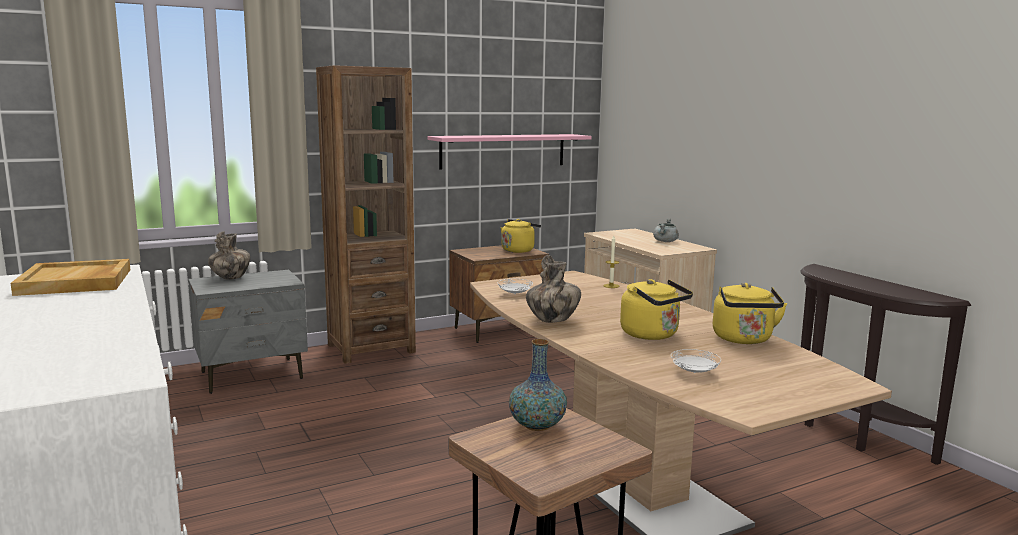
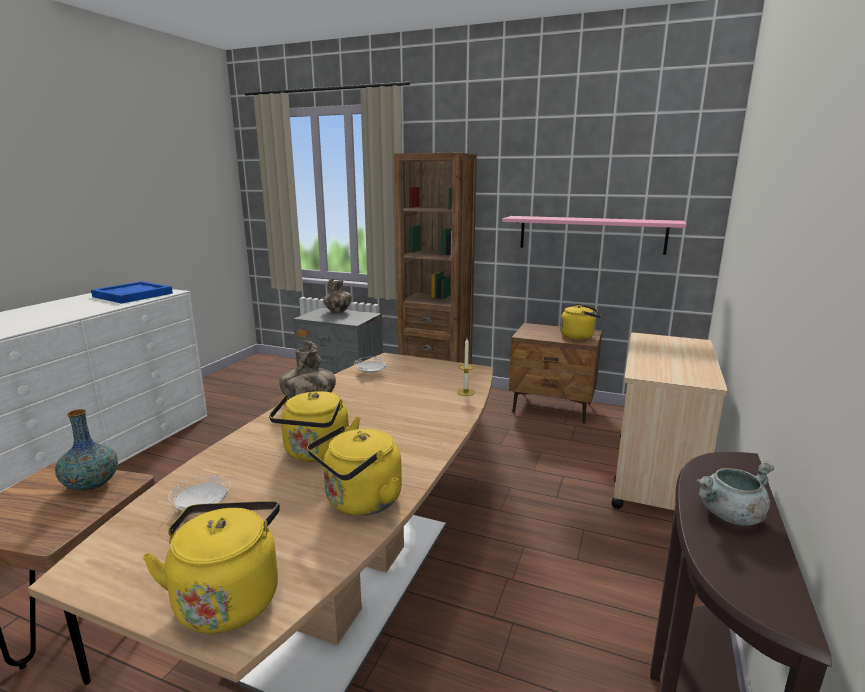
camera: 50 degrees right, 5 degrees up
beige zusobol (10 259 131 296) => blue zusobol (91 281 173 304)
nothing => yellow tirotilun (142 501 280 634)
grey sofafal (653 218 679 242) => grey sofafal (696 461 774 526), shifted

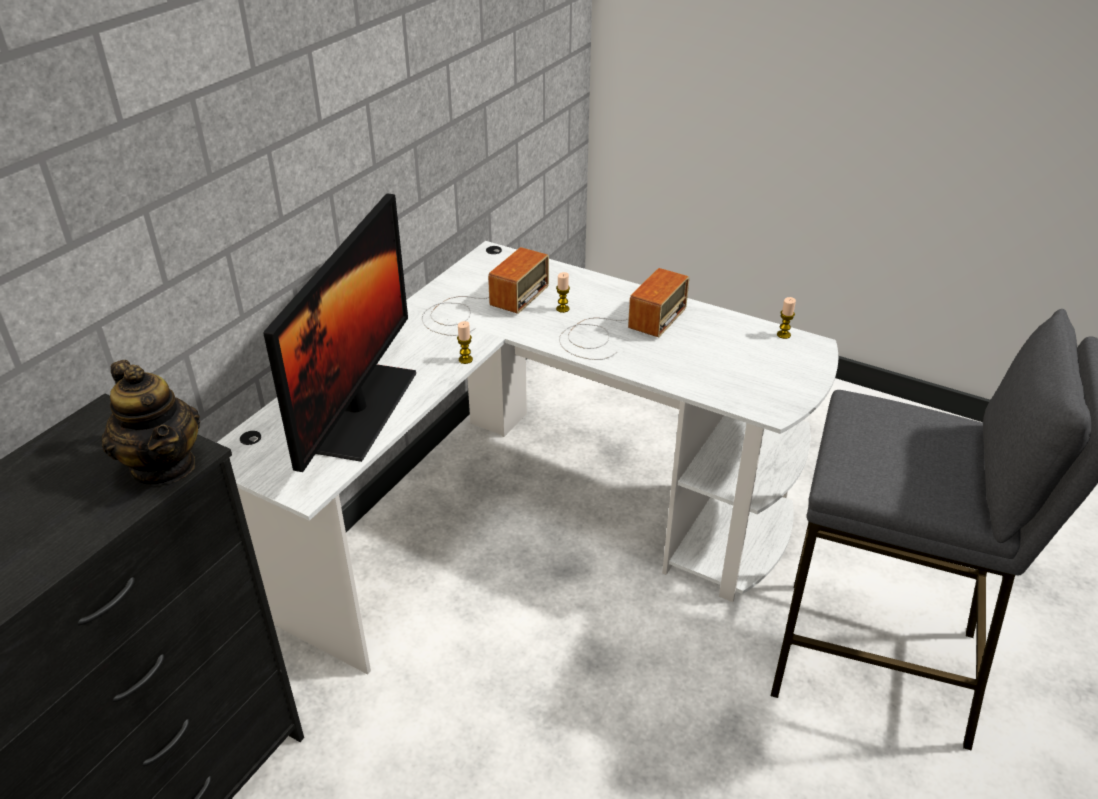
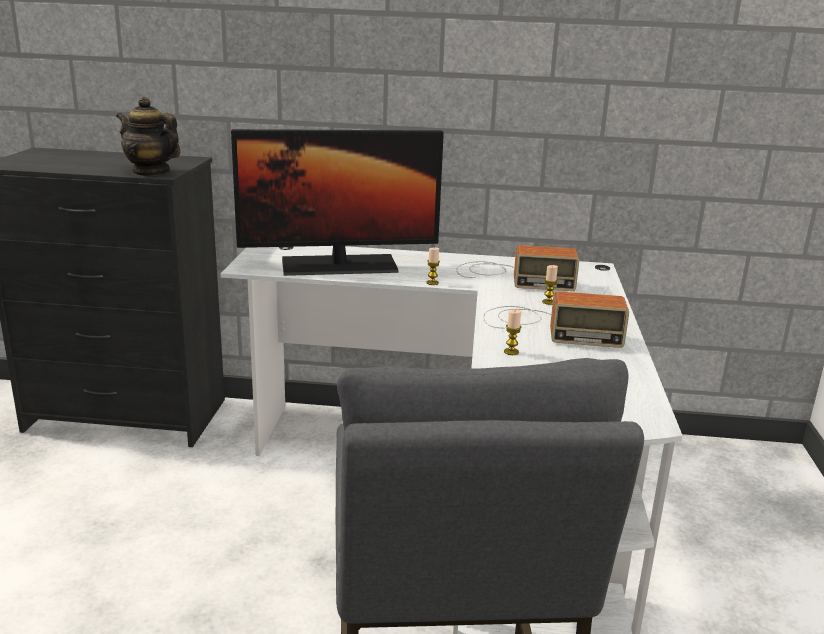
camera: 65 degrees right, 15 degrees down
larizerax (102 360 200 485) => larizerax (116 97 181 176), 90 degrees clockwise
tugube (777 297 796 339) => tugube (504 309 521 355), shifted

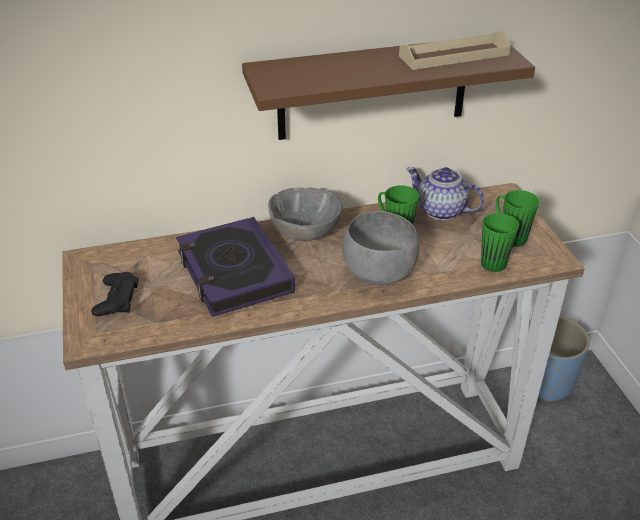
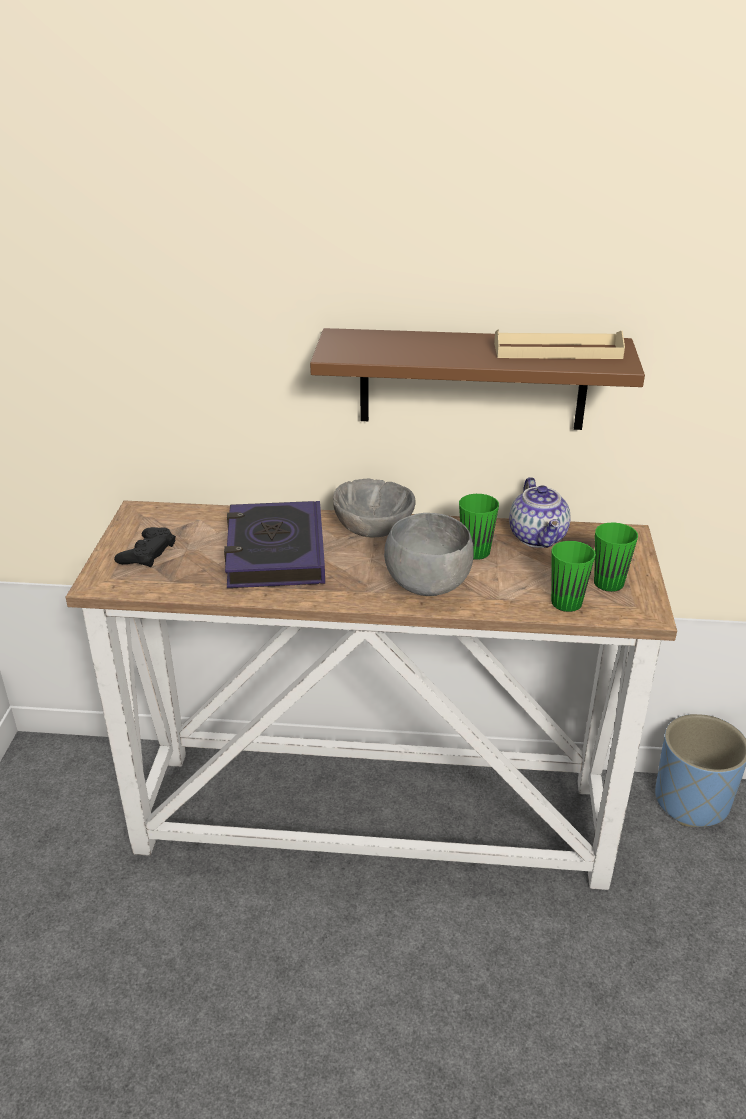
camera: 20 degrees right, 5 degrees down
larizerax (406 167 484 220) => larizerax (509 477 571 548), 150 degrees counterclockwise

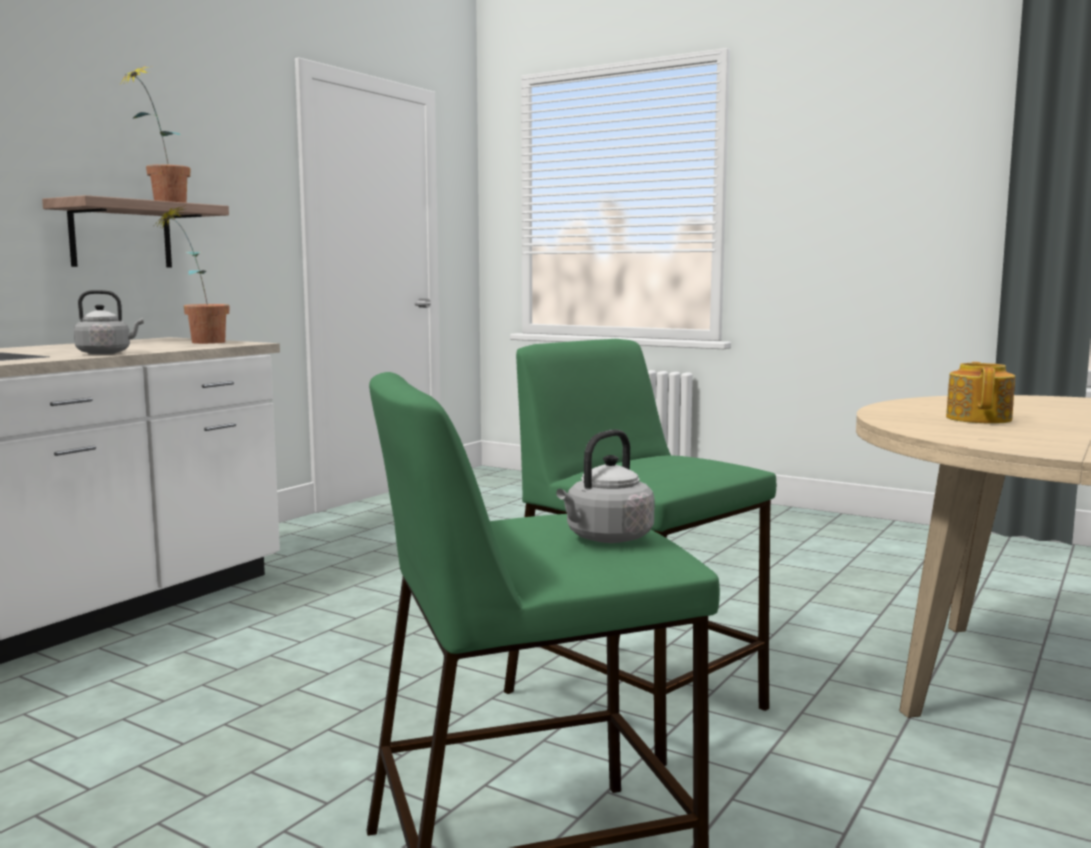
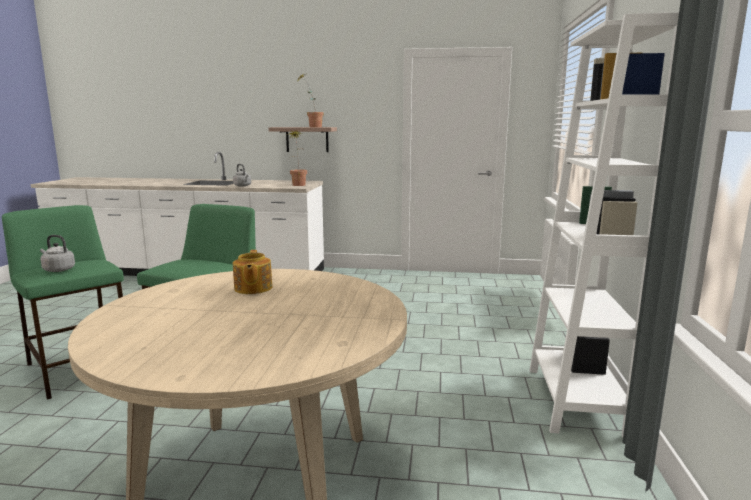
camera: 65 degrees right, 5 degrees up
larizerax (946 362 1015 424) => larizerax (233 250 272 294), 90 degrees clockwise
nothing => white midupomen (529 13 679 437)

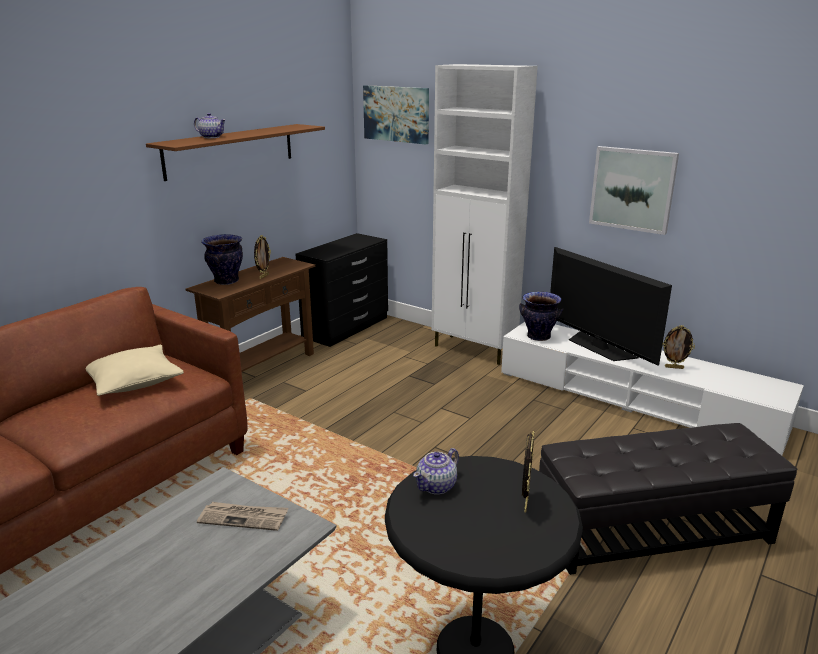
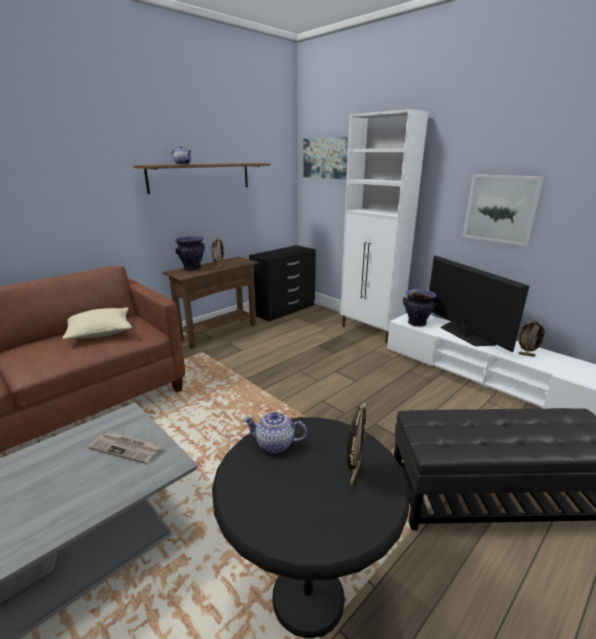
camera: 10 degrees right, 0 degrees up
larizerax (413 448 459 495) => larizerax (243 412 307 453), 45 degrees clockwise

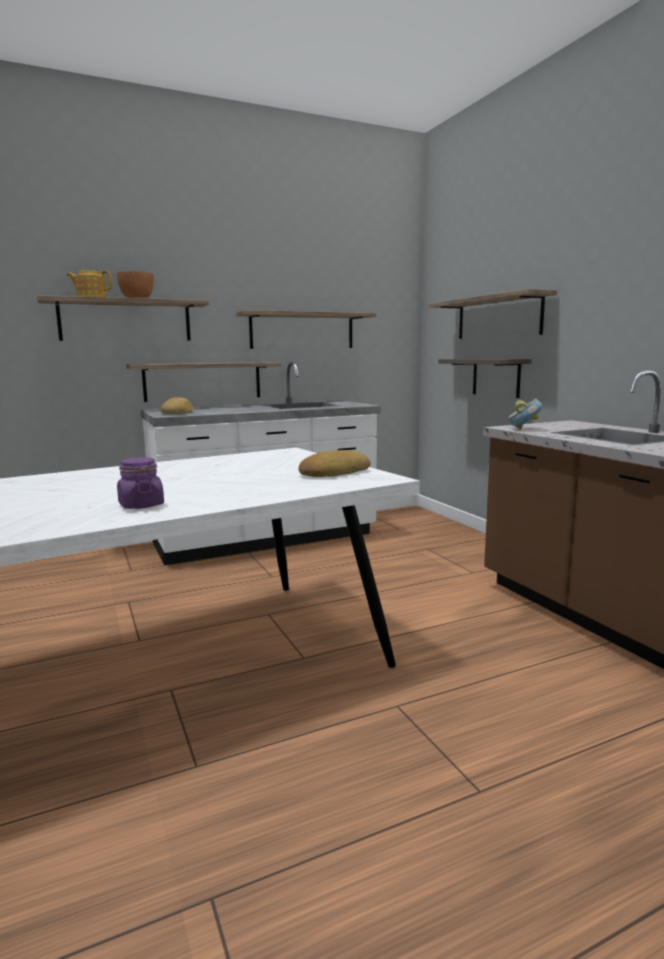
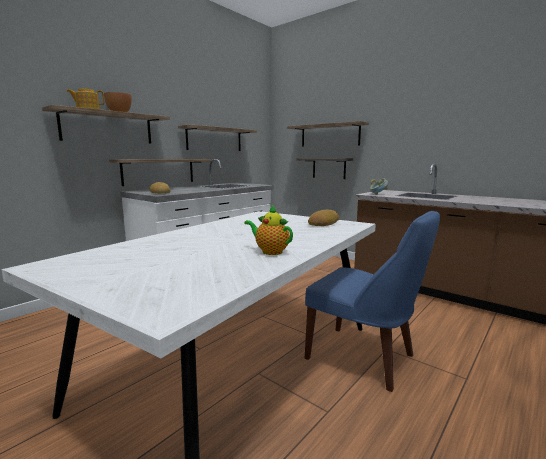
camera: 25 degrees left, 0 degrees up
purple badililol (117 457 164 509) => larizerax (244 206 293 255)
nothing => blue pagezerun (305 211 440 392)

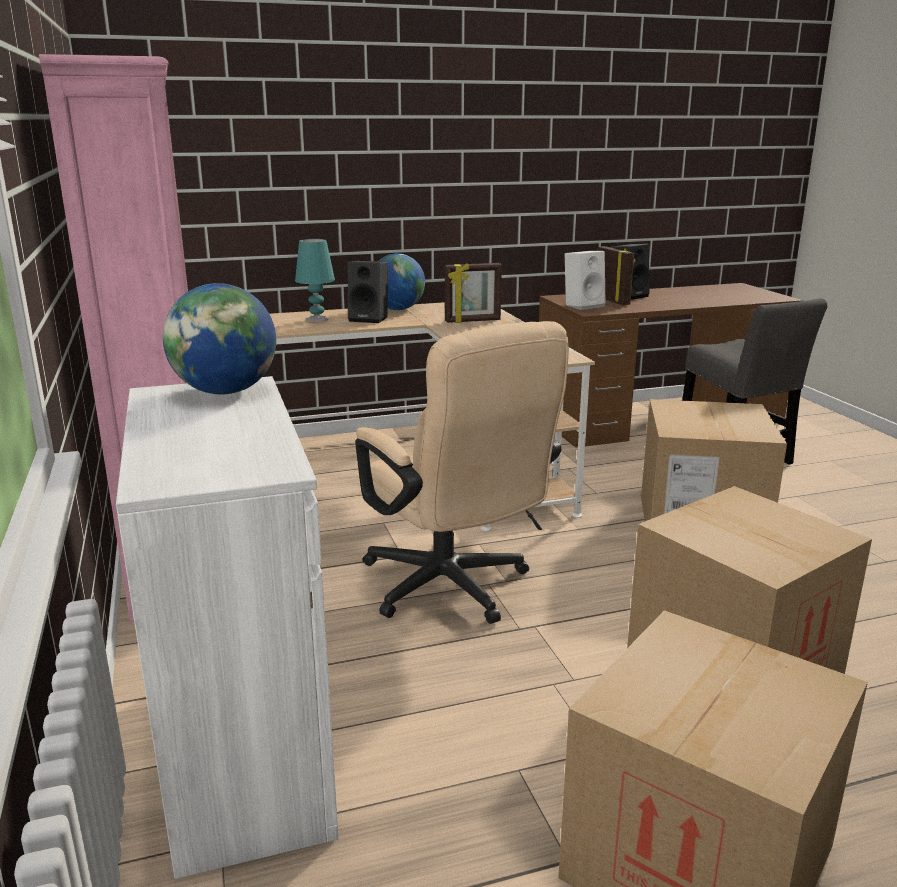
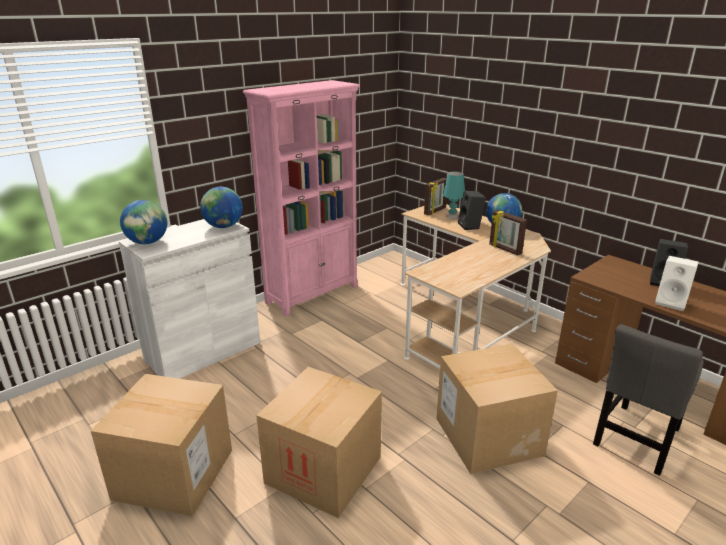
camera: 65 degrees right, 5 degrees up
nothing => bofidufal (120 200 167 244)
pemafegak (598 246 635 305) => pemafegak (424 178 447 215), shifted
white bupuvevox (565 251 605 310) => white bupuvevox (655 256 699 311), shifted
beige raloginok (355 321 569 624) => nothing

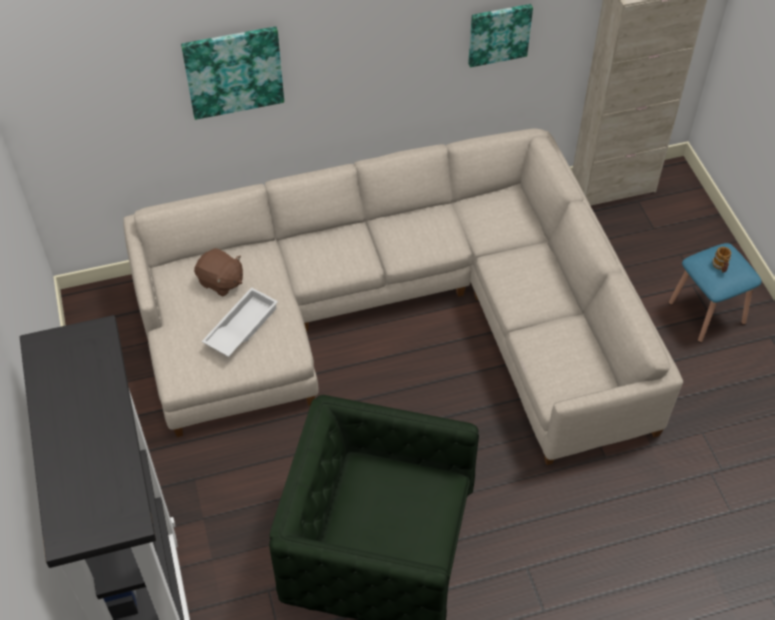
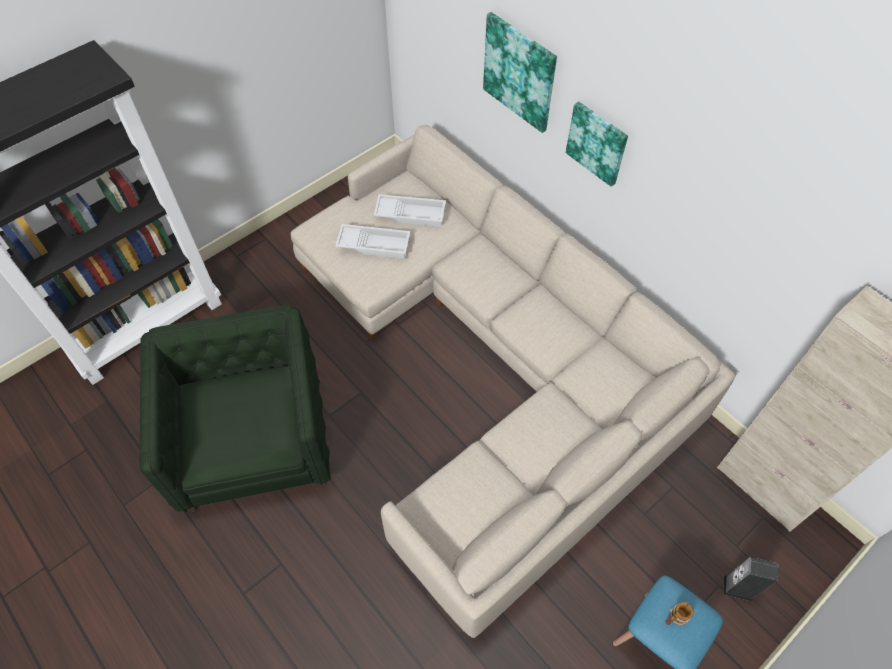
camera: 65 degrees right, 5 degrees up
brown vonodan (194 248 243 296) => white zusobol (374 194 446 227)
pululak (468 4 533 67) => pululak (566 101 628 187), shifted
nothing => bupuvevox (723 557 778 602)

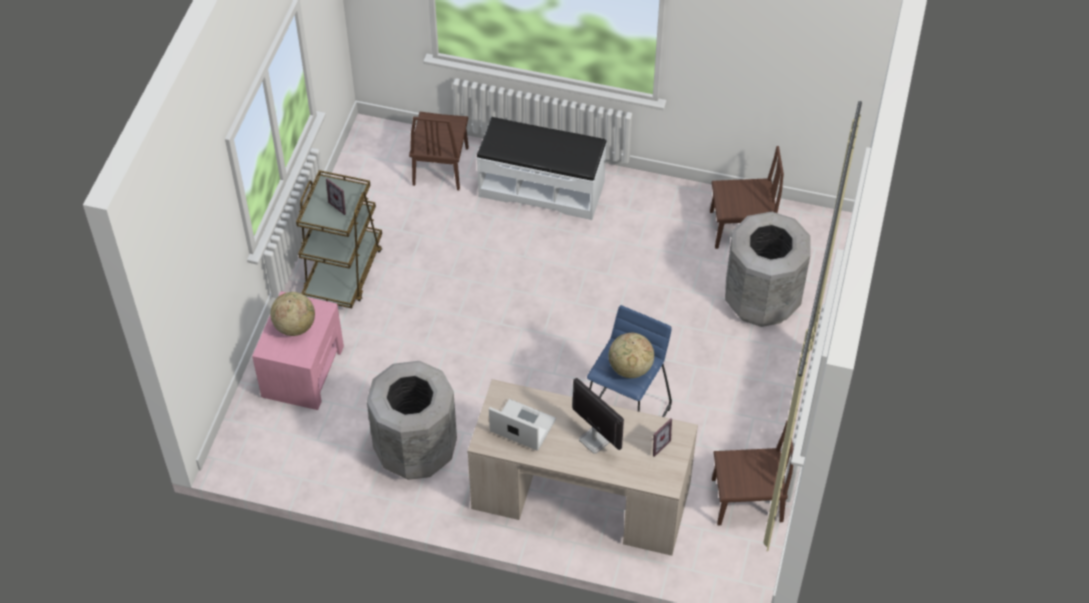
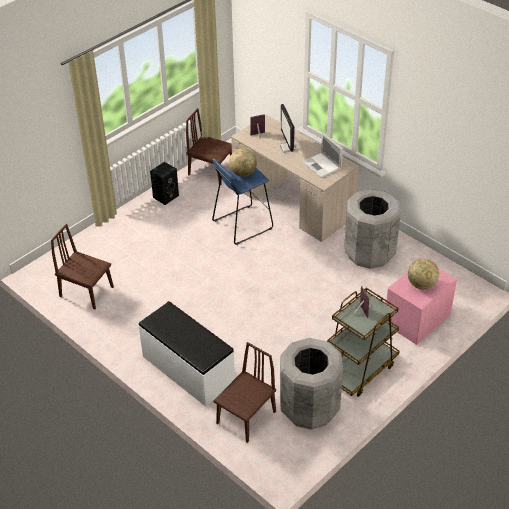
camera: 150 degrees left, 10 degrees down
nothing => black bupuvevox (150 162 179 205)
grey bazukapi (725 211 810 327) => grey bazukapi (280 338 343 430), shifted

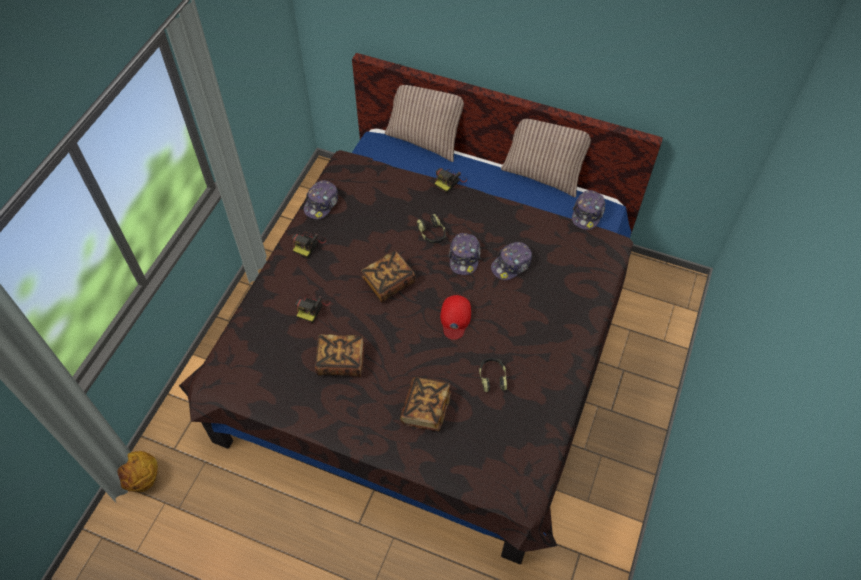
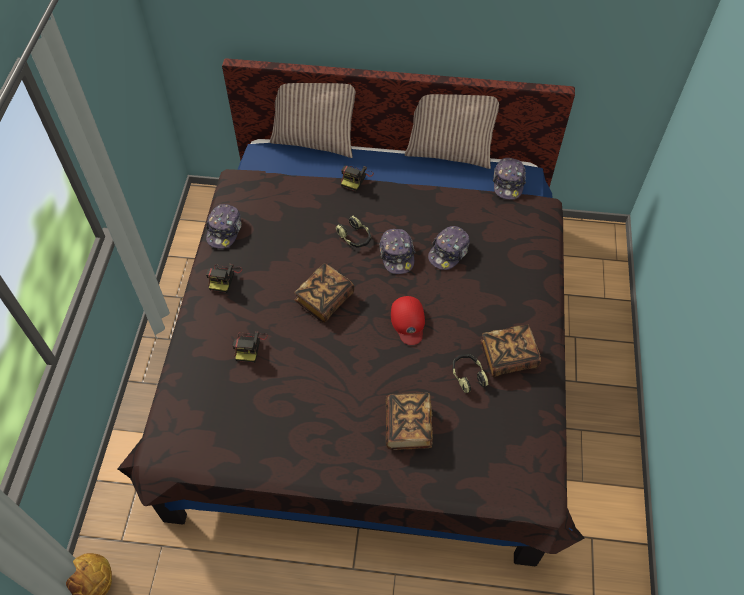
camera: 15 degrees left, 0 degrees up
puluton (315 334 365 377) => puluton (481 325 541 377), shifted

